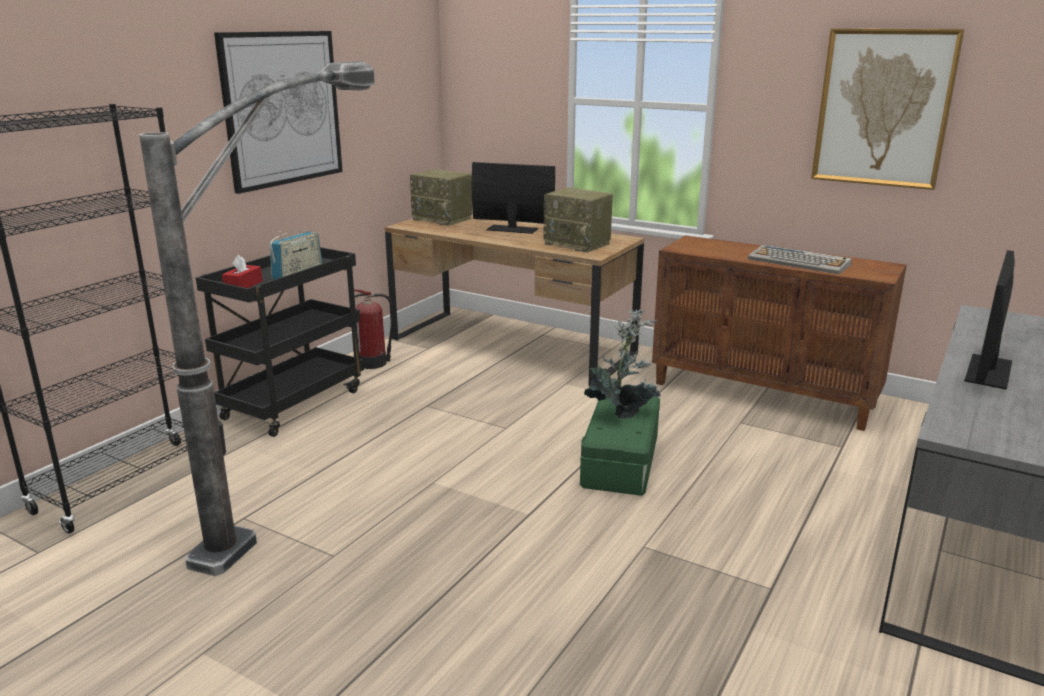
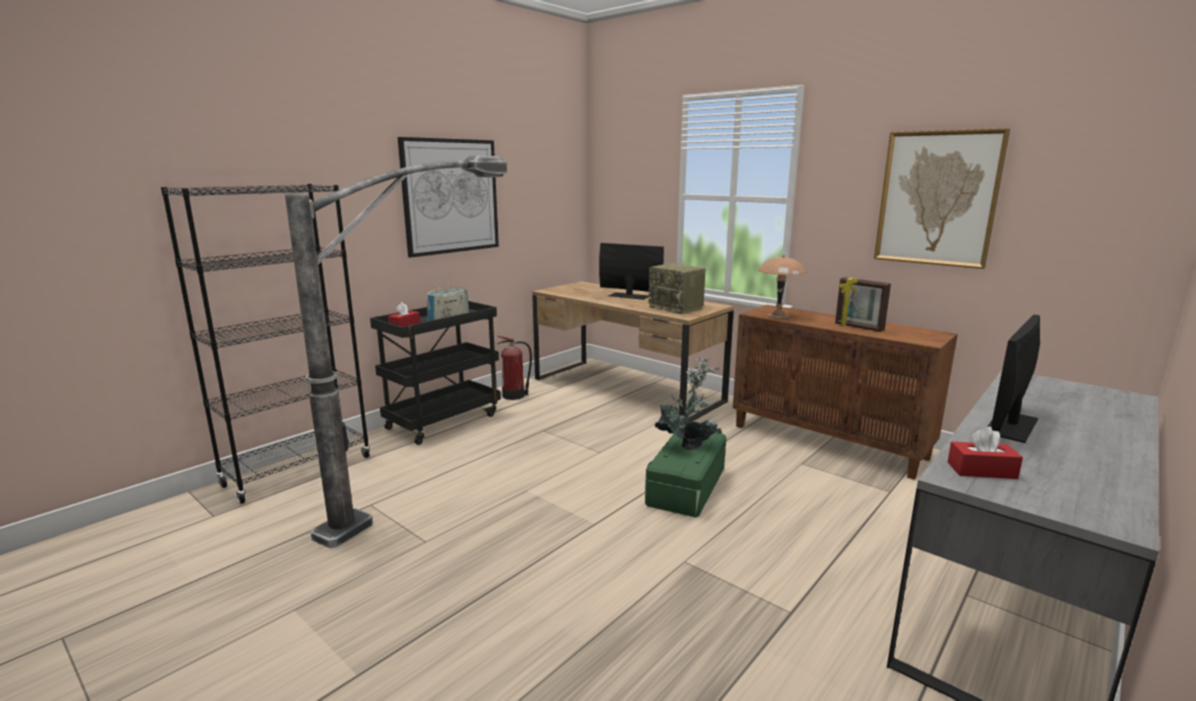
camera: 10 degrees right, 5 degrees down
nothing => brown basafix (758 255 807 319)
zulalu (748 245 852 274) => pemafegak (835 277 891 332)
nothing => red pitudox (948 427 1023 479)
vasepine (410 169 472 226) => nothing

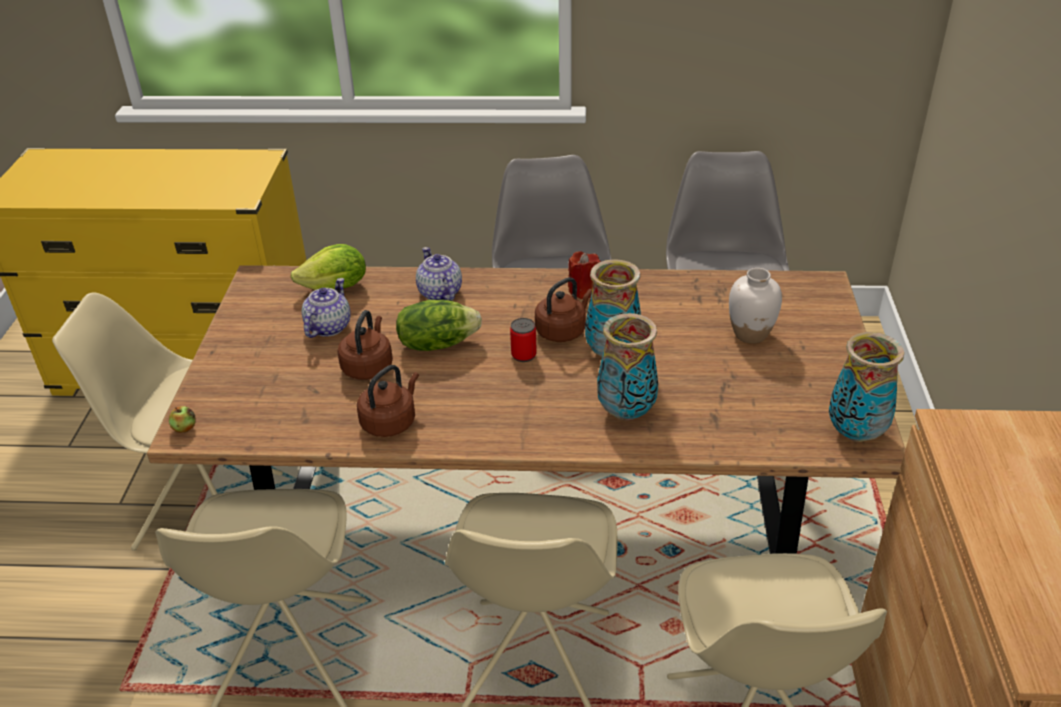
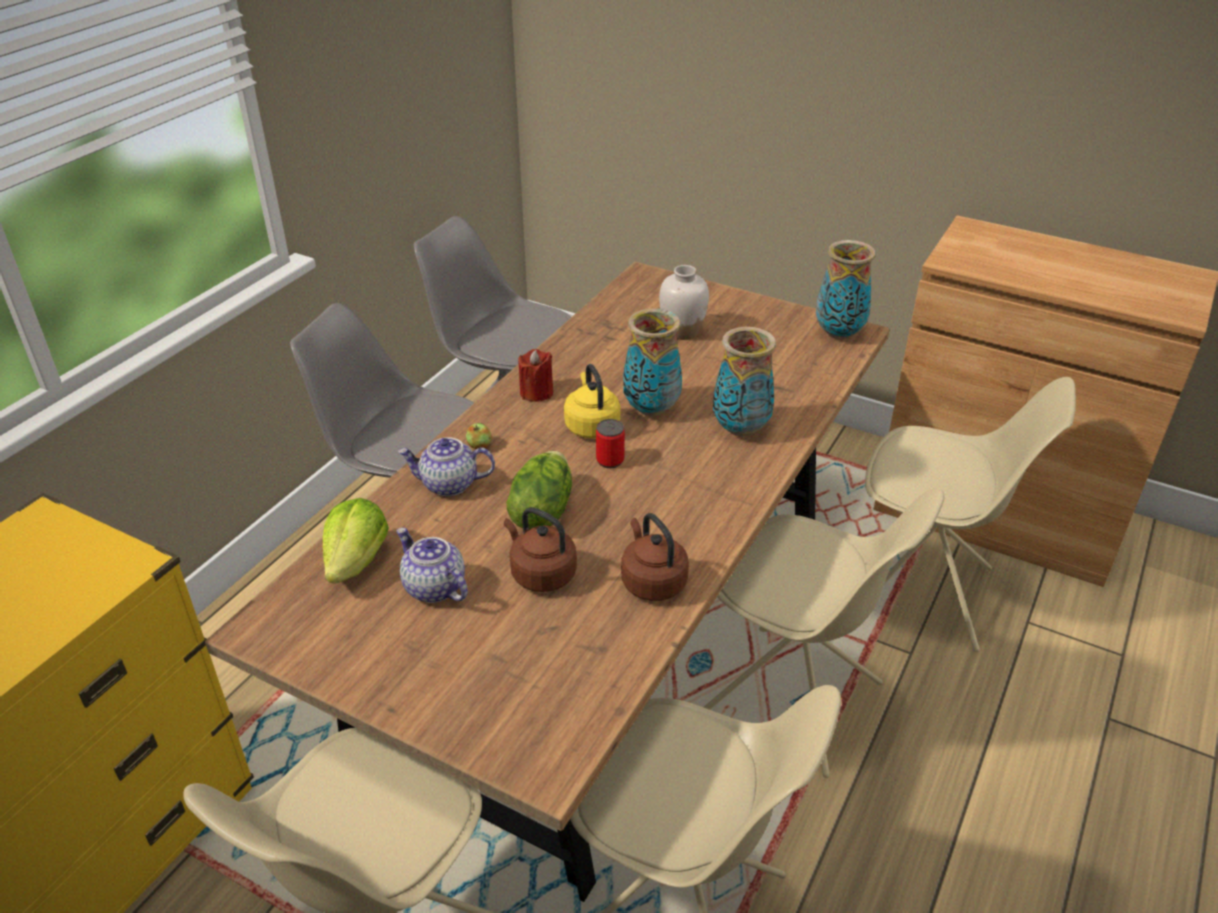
camera: 65 degrees left, 0 degrees up
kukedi (169 406 196 433) => kukedi (466 423 491 449), shifted
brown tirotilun (535 277 592 342) => yellow tirotilun (564 364 620 438)

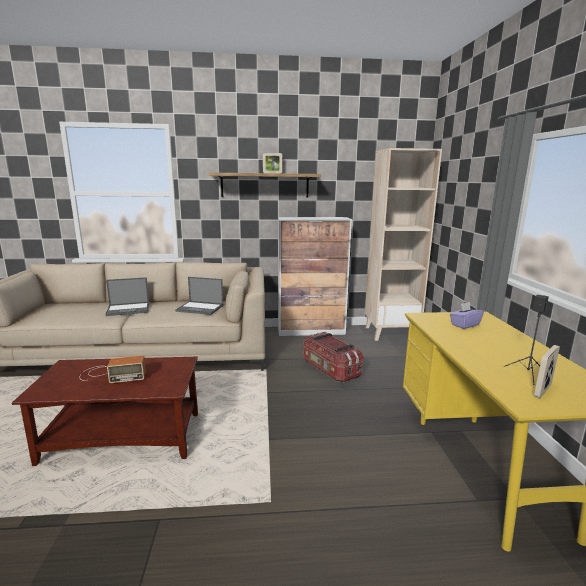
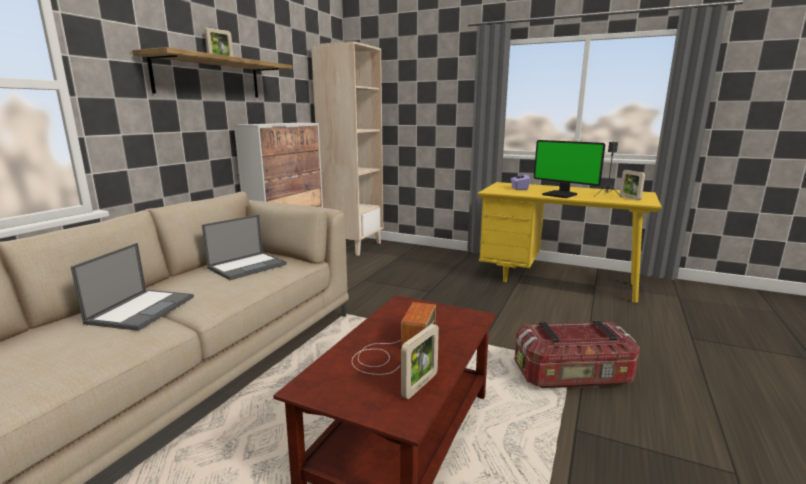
camera: 60 degrees left, 0 degrees up
nothing => pemafegak (401 324 439 399)
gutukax (303 332 363 382) => gutukax (514 321 640 388), shifted
nothing => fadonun (534 140 606 198)

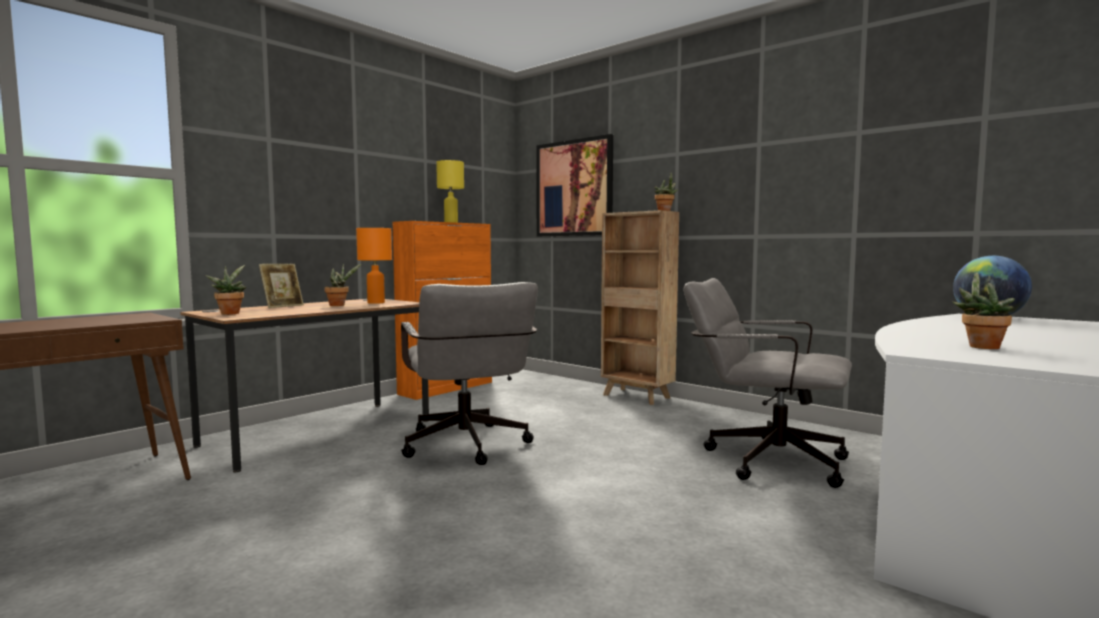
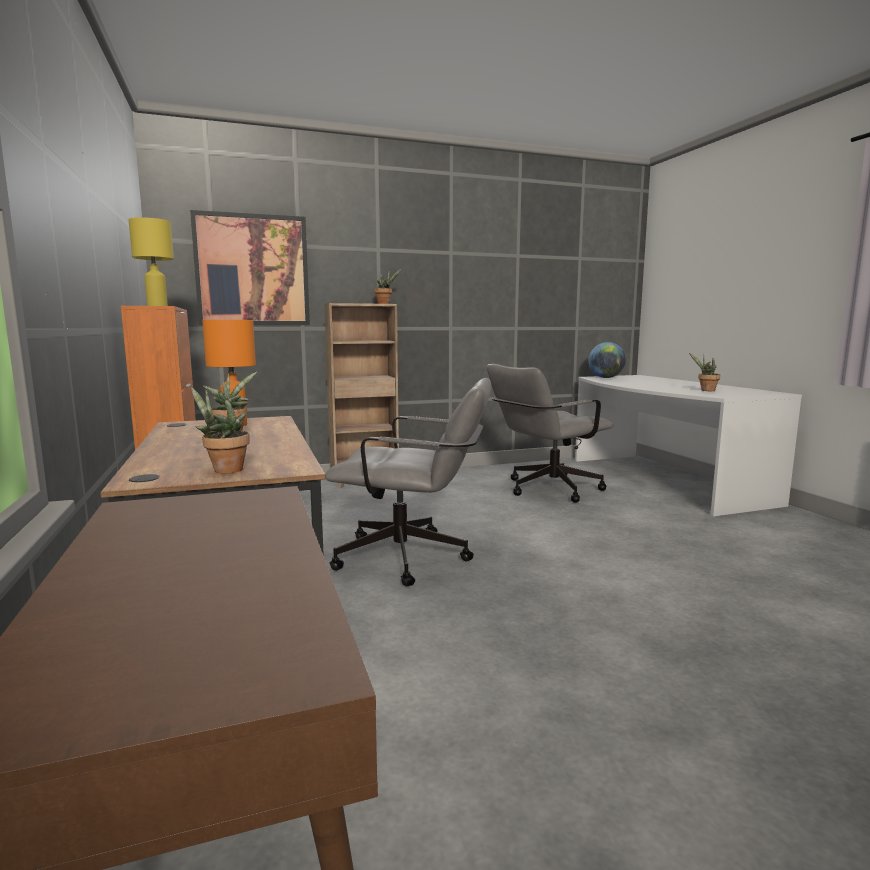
camera: 60 degrees left, 5 degrees up
pemafegak (259 264 304 308) => nothing

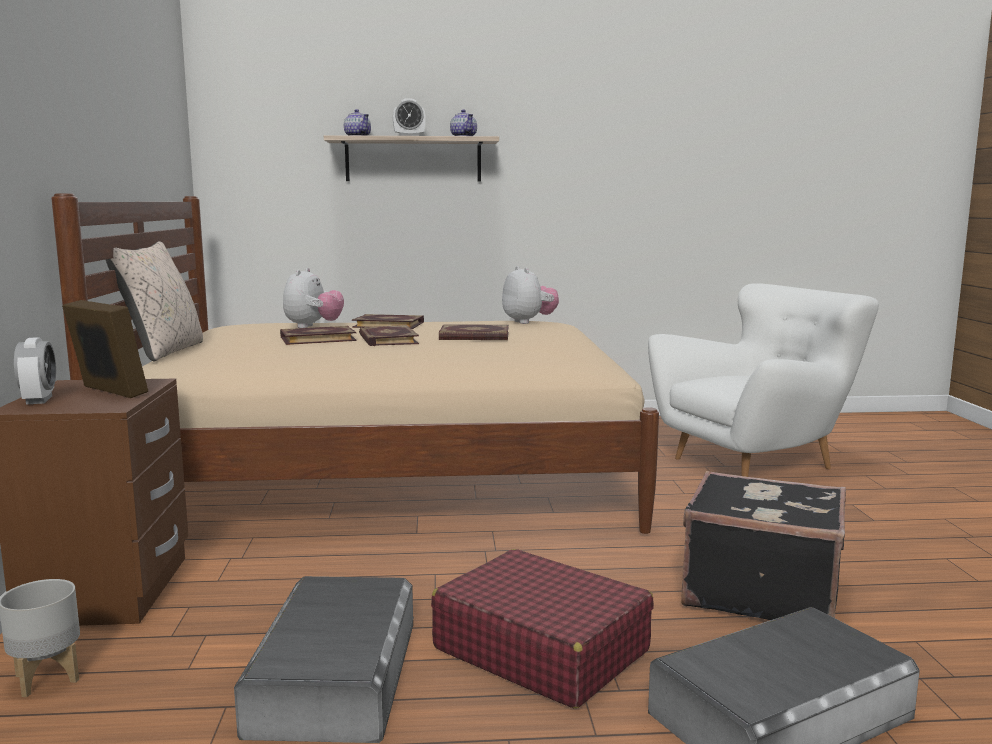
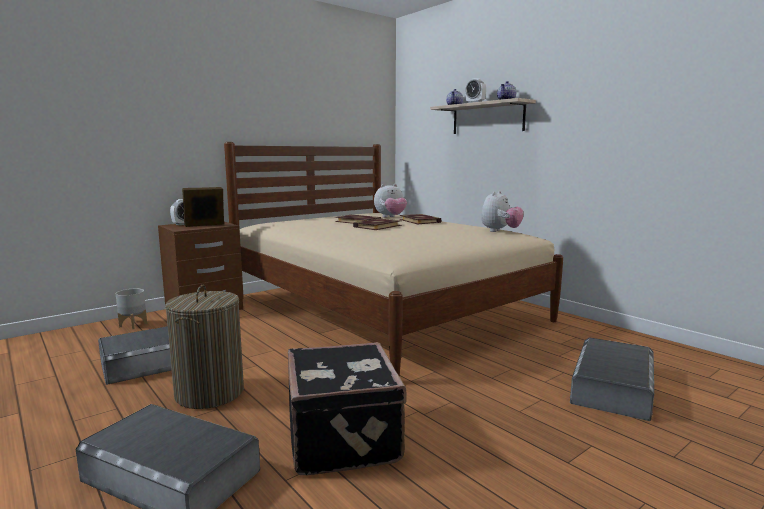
camera: 55 degrees right, 0 degrees up
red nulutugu (431 549 654 708) => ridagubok (165 285 244 409)
pemafegak (62 300 148 398) => pemafegak (182 187 224 227), 120 degrees counterclockwise
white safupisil (648 283 879 477) => grey gutukax (570 337 654 421)
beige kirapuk (106 241 203 361) => nothing
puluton (439 324 509 340) => nothing

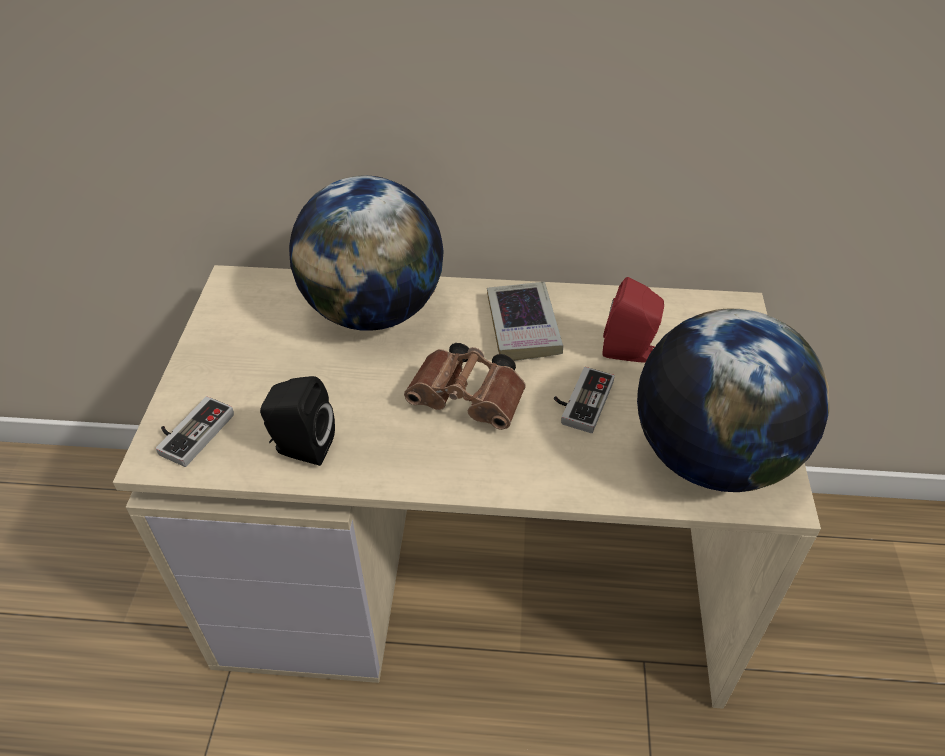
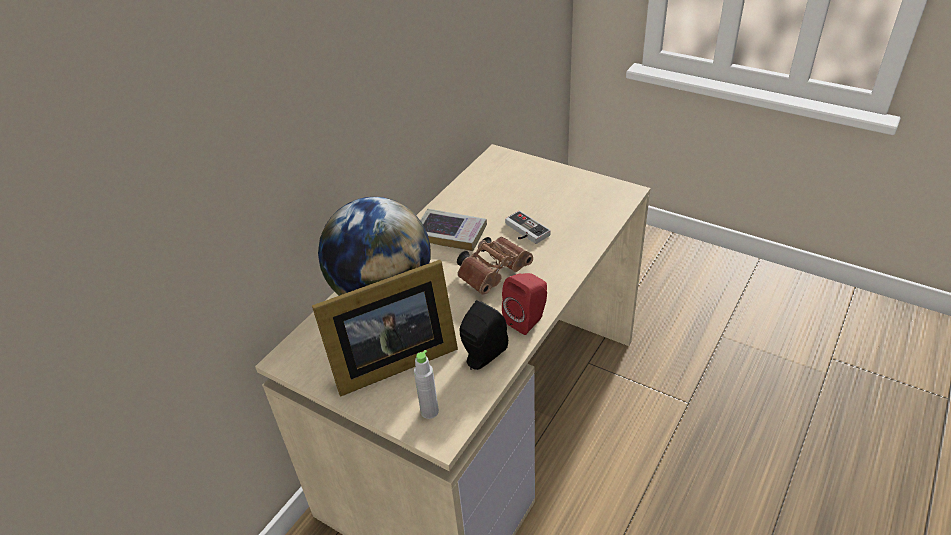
camera: 60 degrees left, 5 degrees down
nothing => pemafegak (312 260 458 397)
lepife (156 396 234 467) => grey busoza (414 350 439 419)
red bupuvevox (602 277 664 363) => red bupuvevox (502 273 547 335), shifted
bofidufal (637 308 829 492) => nothing

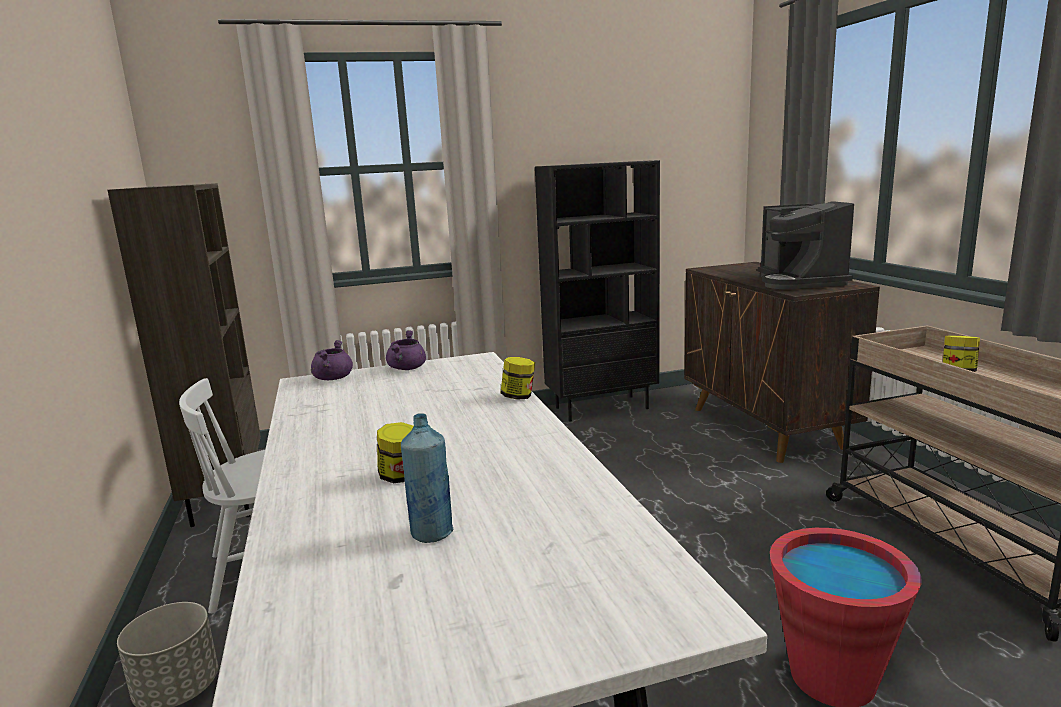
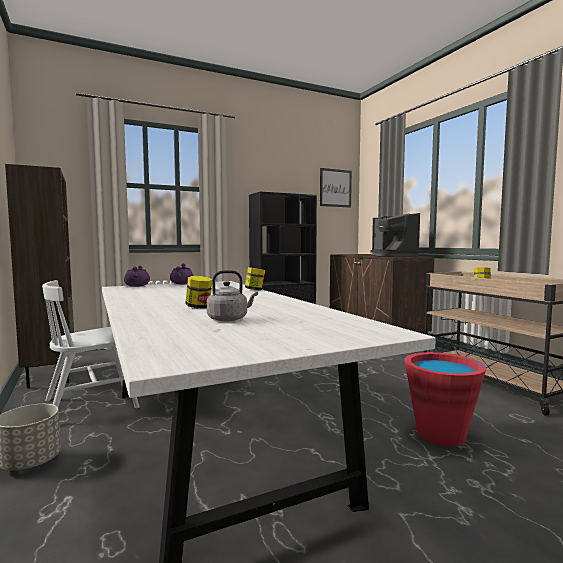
camera: 10 degrees left, 10 degrees down
blue busoza (401 413 453 543) => grey tirotilun (207 270 258 321)
nothing => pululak (320 168 352 208)

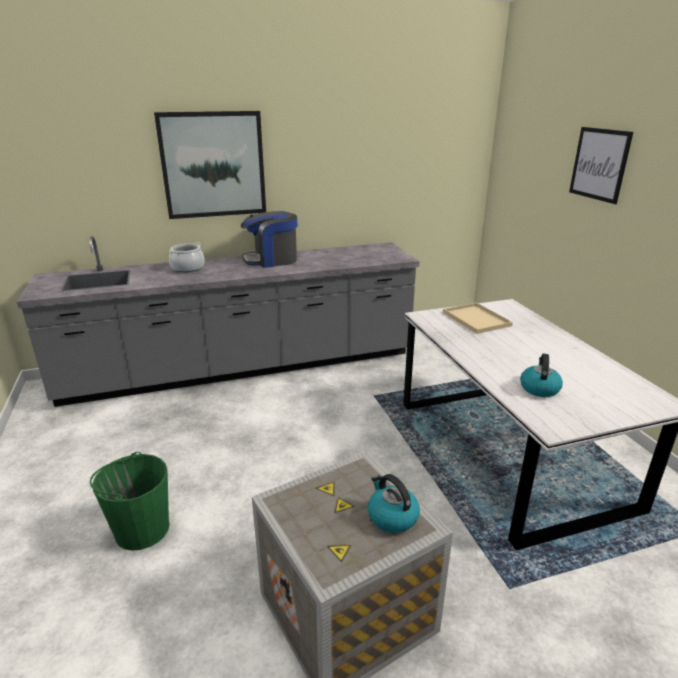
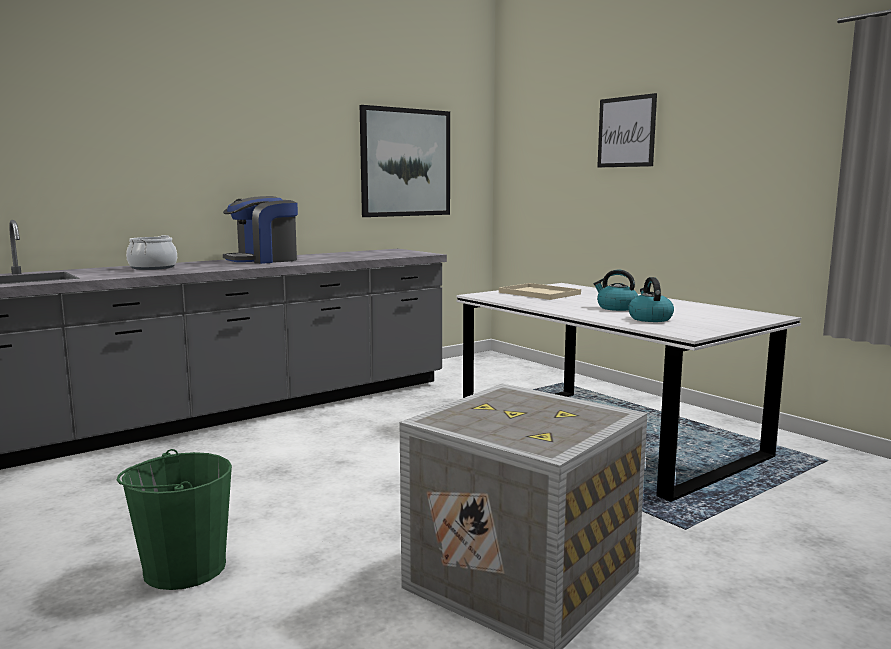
camera: 20 degrees left, 15 degrees down
pululak (154 111 266 219) => pululak (360 105 450 217), shifted
tirotilun (368 474 420 533) => tirotilun (594 270 638 311), shifted

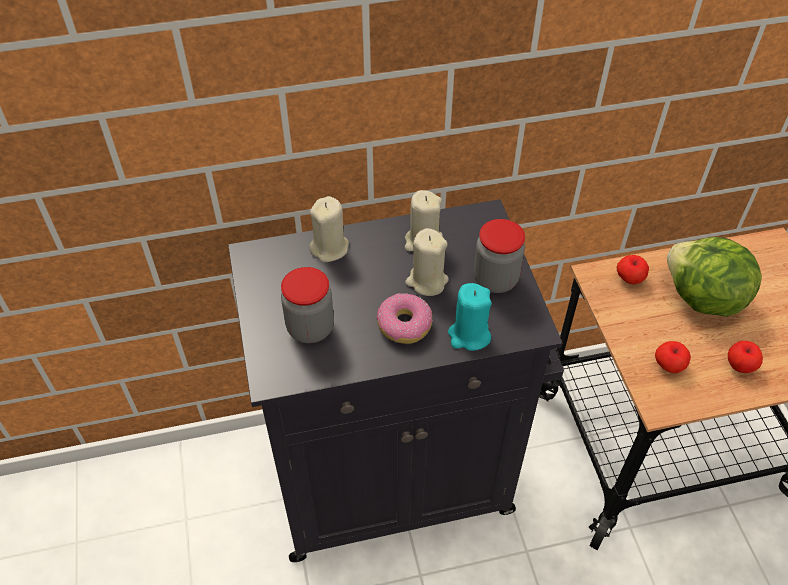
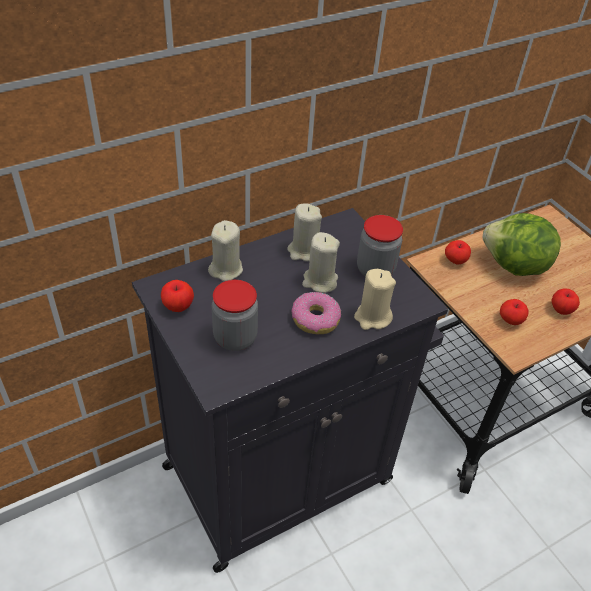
camera: 20 degrees left, 5 degrees down
nothing => kukedi (161 280 194 312)
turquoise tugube (448 283 492 351) => beige tugube (354 269 396 330)

